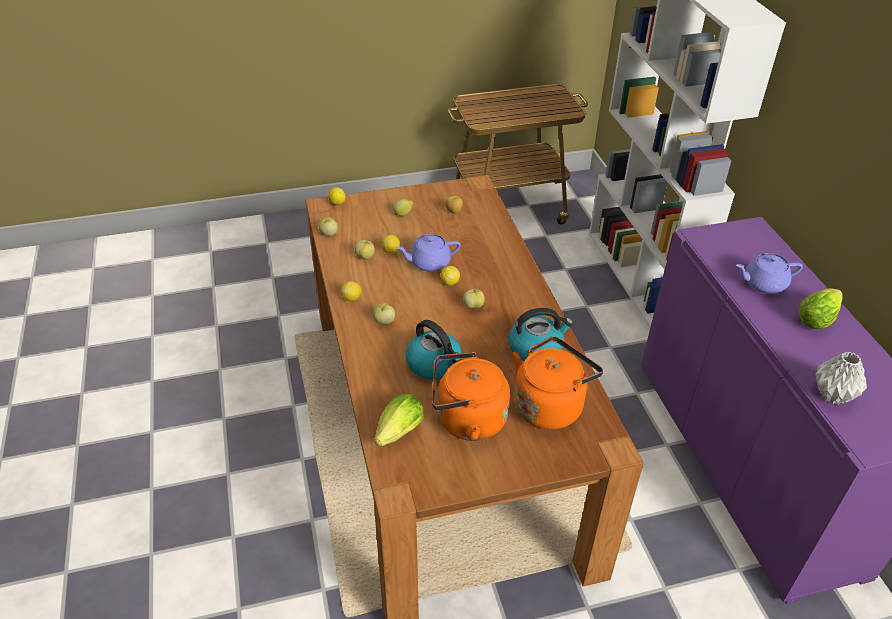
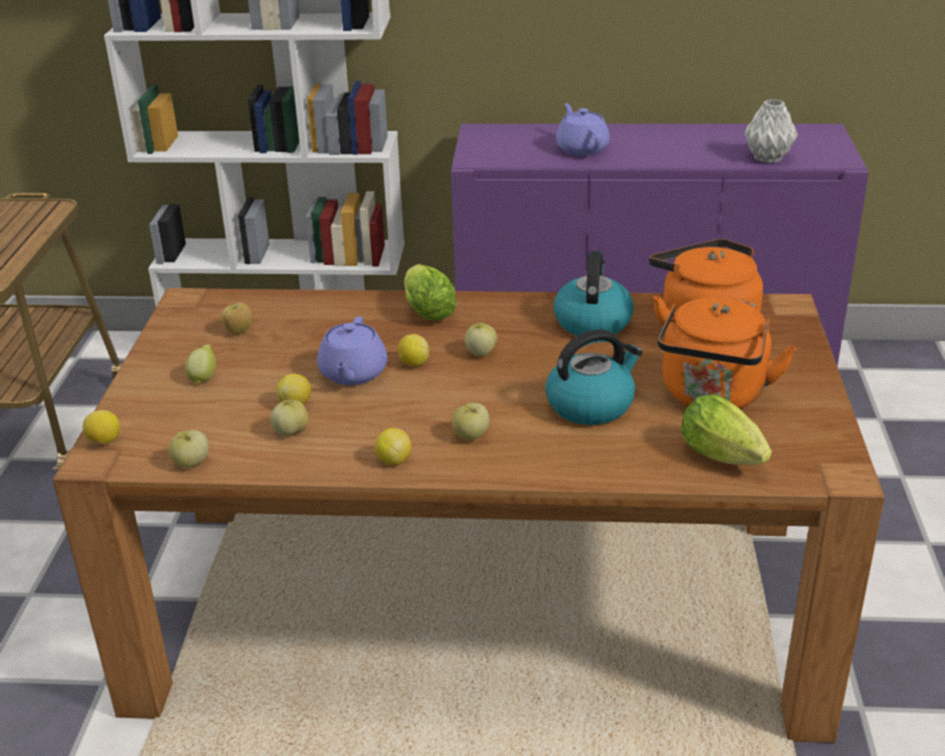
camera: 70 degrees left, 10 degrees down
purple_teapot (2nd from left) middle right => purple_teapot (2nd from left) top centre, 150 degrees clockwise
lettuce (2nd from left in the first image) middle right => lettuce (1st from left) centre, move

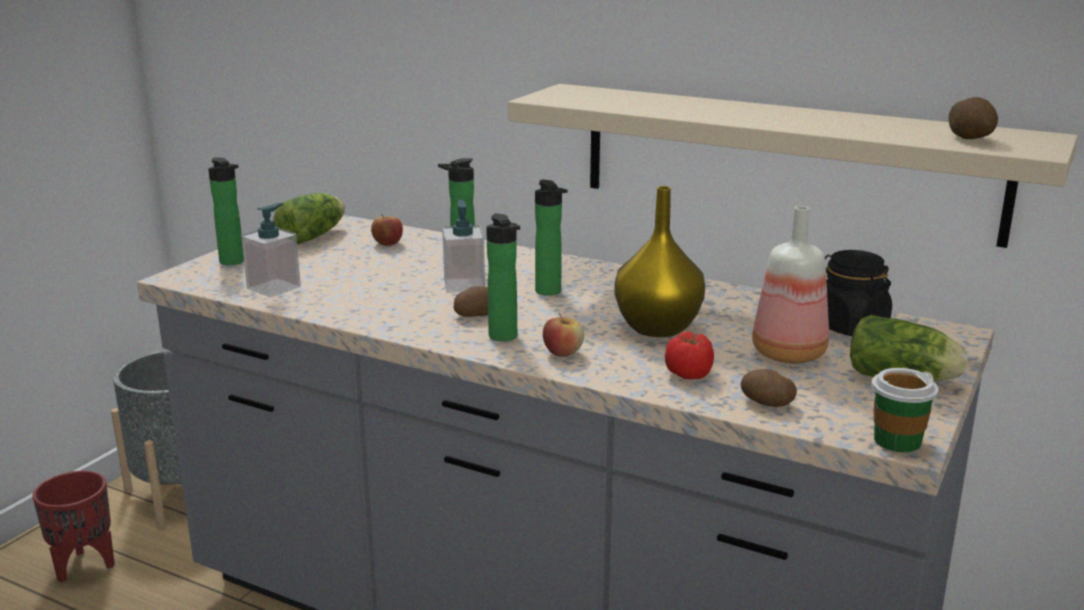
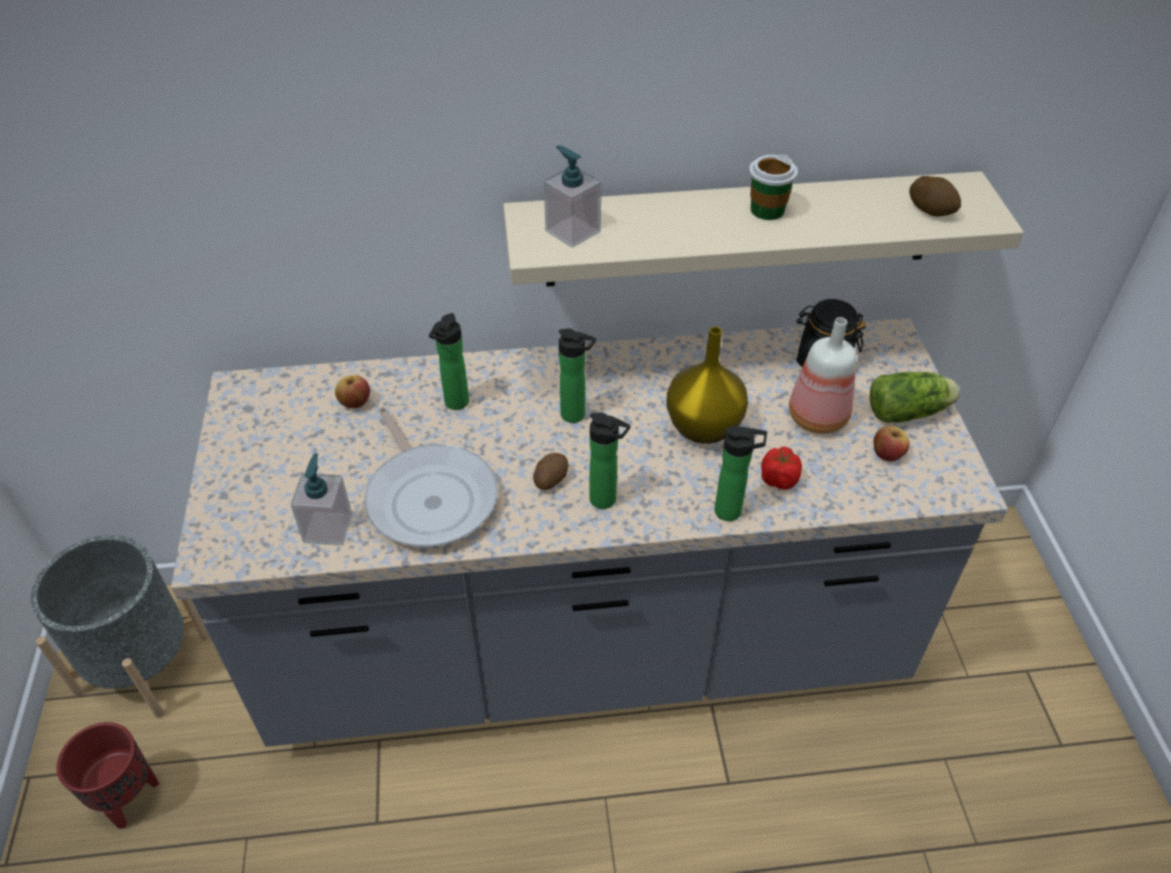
camera: 35 degrees left, 25 degrees up
bottle (1st from left in the first image) middle left => bottle (4th from left) centre, move
lettuce (1st from left) middle left => nothing
soap_dispenser (2nd from left) centre => soap_dispenser (2nd from left) top centre, move
apple (2nd from left) centre => apple (2nd from left) middle right, move
cup bottom right => cup top centre, move
potato (2nd from left) middle right => nothing
nothing => frying_pan centre

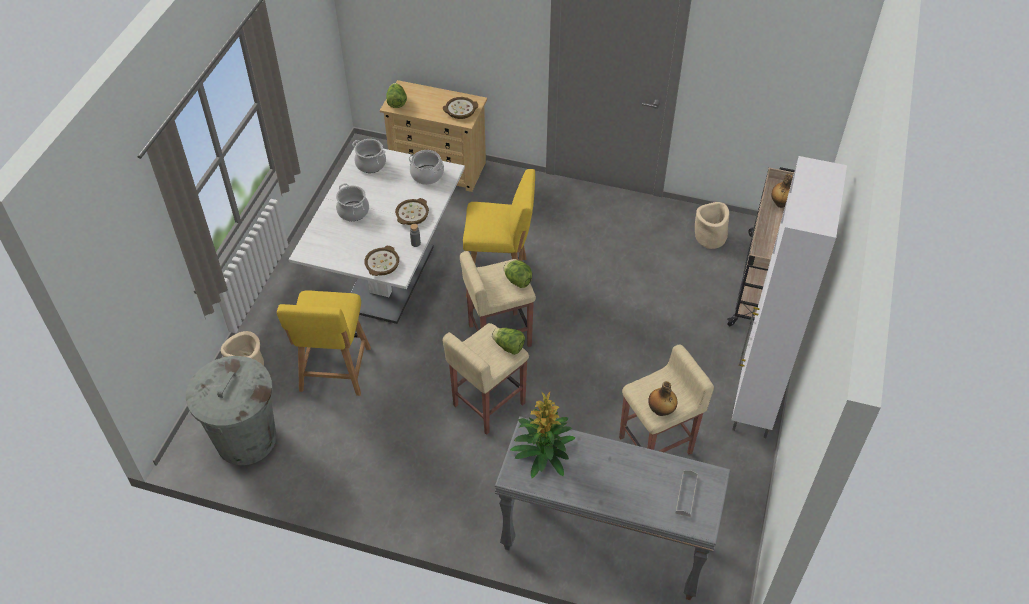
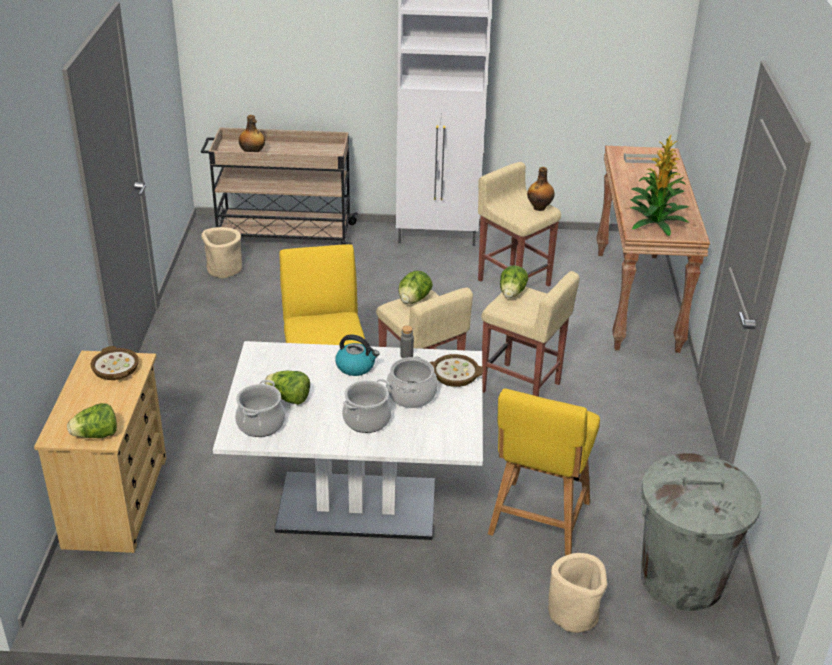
camera: 105 degrees left, 15 degrees down
cooking_pot (3rd from left) top centre => cooking_pot (3rd from left) centre, move
bowl (2nd from left) centre => kettle centre
yellow_chair (1st from left in the first image) middle left => yellow_chair (2nd from left) bottom centre, 120 degrees clockwise
grey_console_table bottom centre => brown_console_table middle right
nothing => lettuce (2nd from left) centre

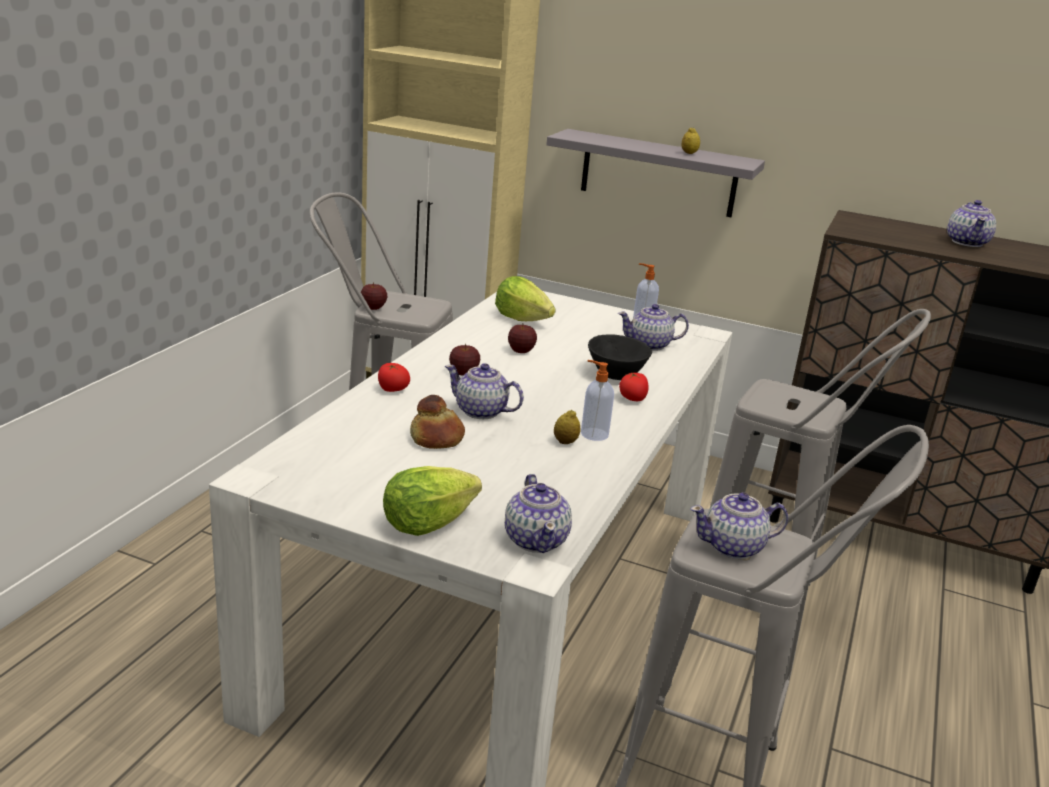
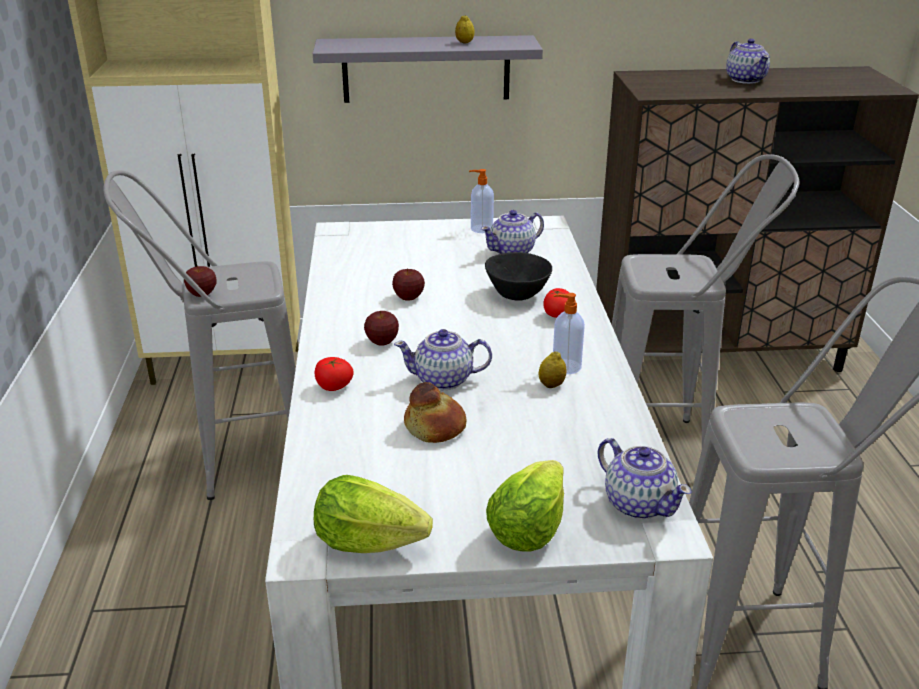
camera: 25 degrees left, 5 degrees up
lettuce (2nd from left in the first image) centre => lettuce (1st from left) bottom centre, move
teapot (4th from left) bottom right => nothing

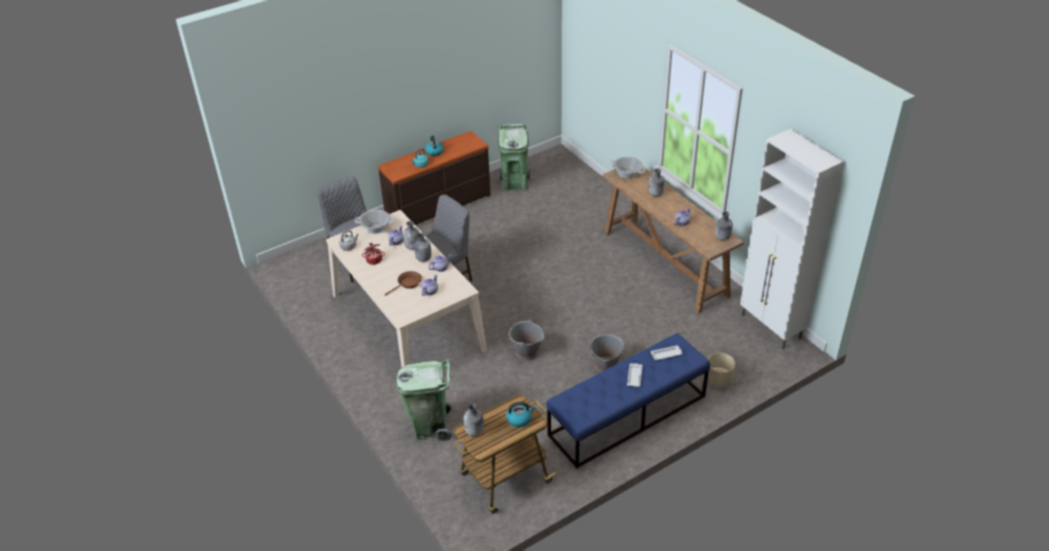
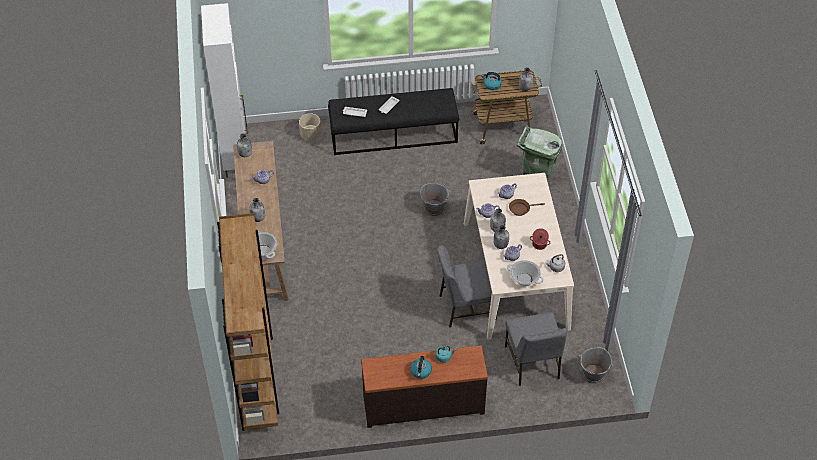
camera: 155 degrees left, 10 degrees up
green_trash_can (2nd from left) top centre => nothing
blue_bench bottom centre => black_bench top centre
grey_bucket (2nd from left) centre => grey_bucket (2nd from left) bottom right, move
nothing => brown_bookcase bottom left

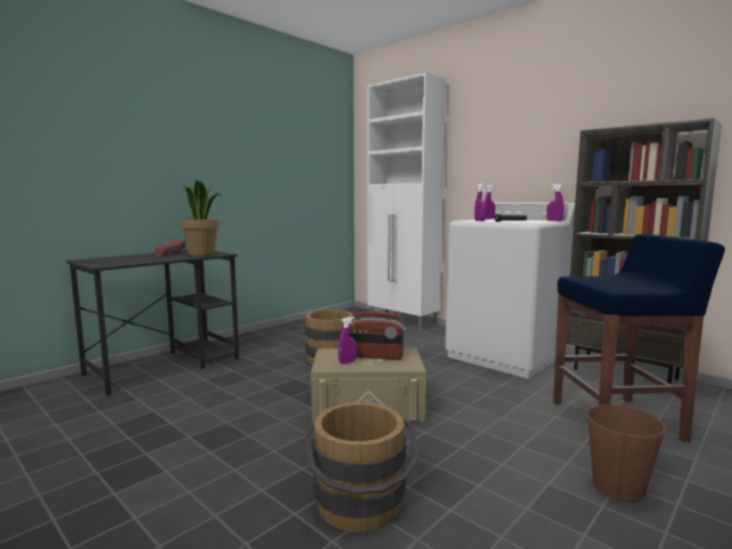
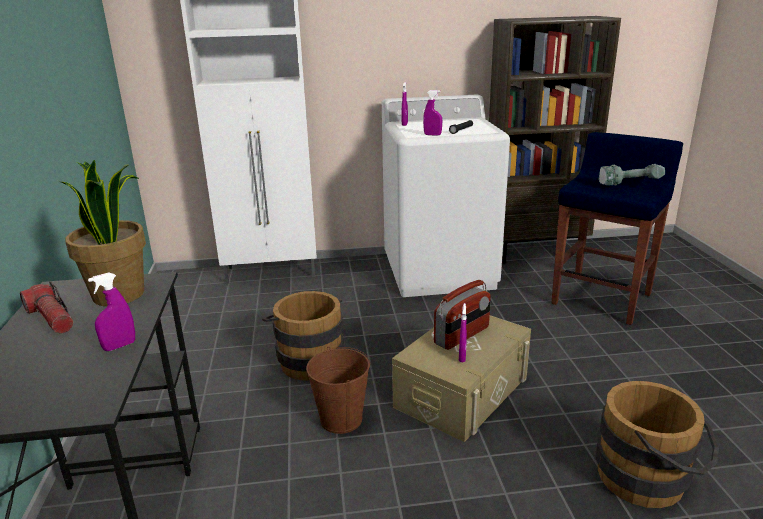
camera: 50 degrees left, 15 degrees up
purple_spray_bottle (4th from left in the first image) middle right => purple_spray_bottle (1st from left) middle left, move
brown_bucket (3rd from left in the first image) bottom right => brown_bucket (2nd from left) bottom centre, move
nothing => power_drill middle right

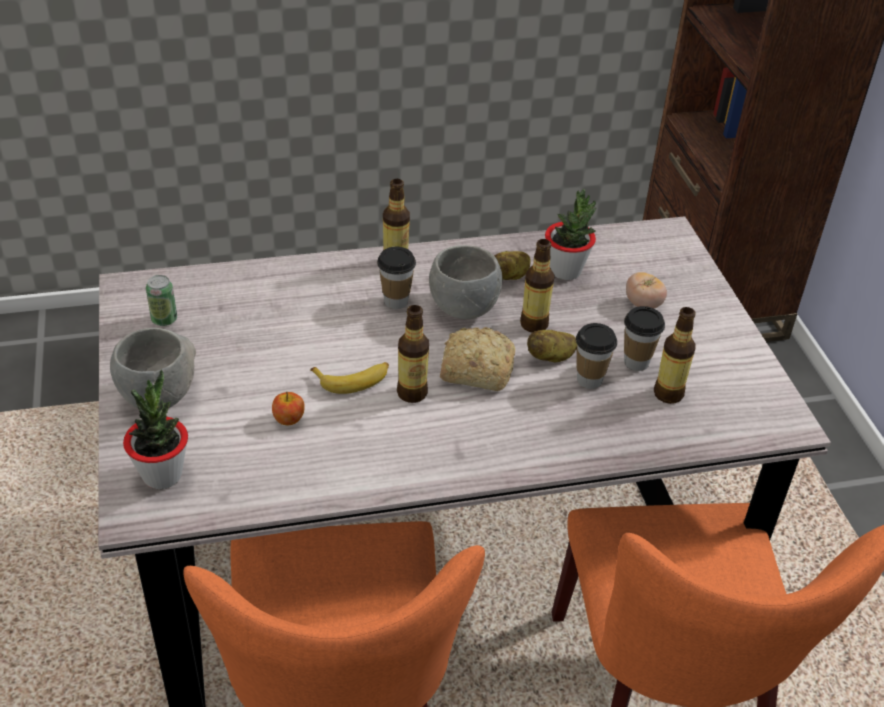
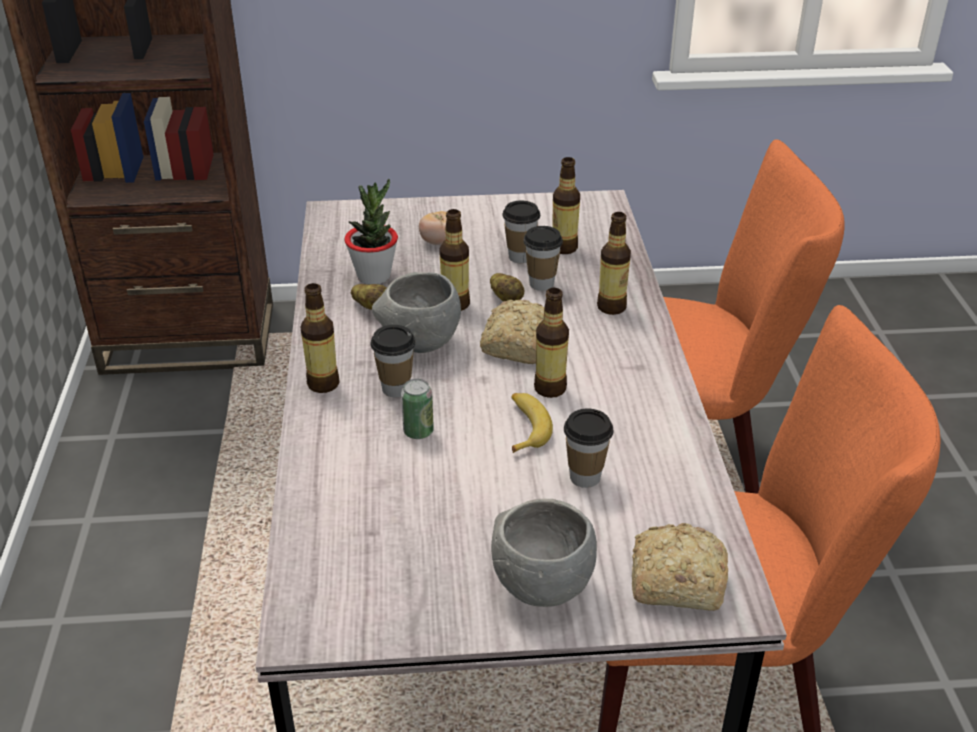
camera: 80 degrees left, 5 degrees down
can middle left => can centre, move
potted_plant (1st from left) middle left => bread (2nd from left) bottom right
apple middle left => cup (4th from left) centre
nothing => bottle (5th from left) centre

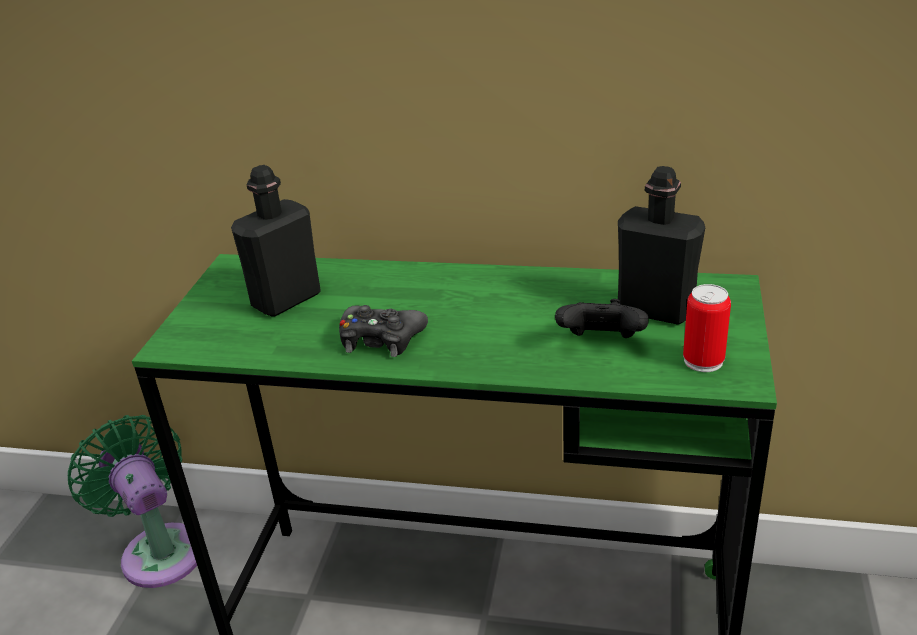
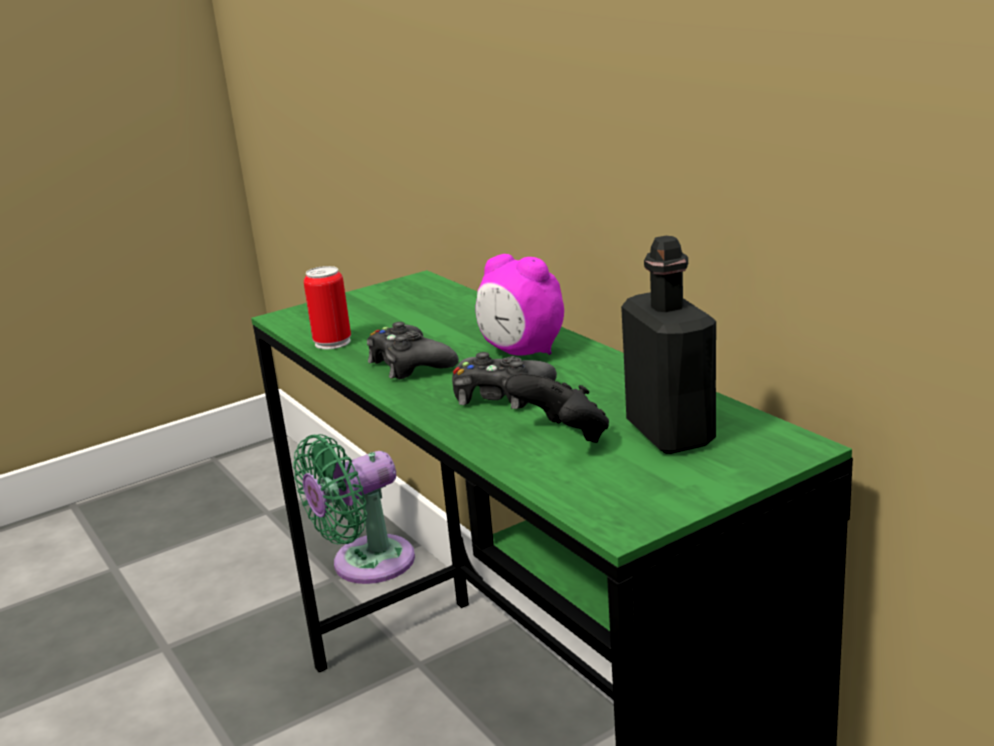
camera: 45 degrees right, 10 degrees down
black_bottle (1st from left) middle left => nothing
can middle right => can middle left, move
green_fan bottom left => green_fan bottom centre, 135 degrees counterclockwise
nothing => alarm_clock centre
nothing => black_game_controller (2nd from left) centre

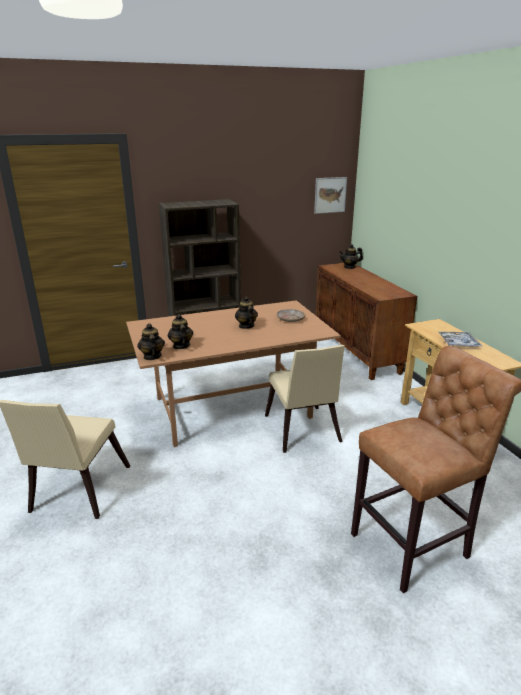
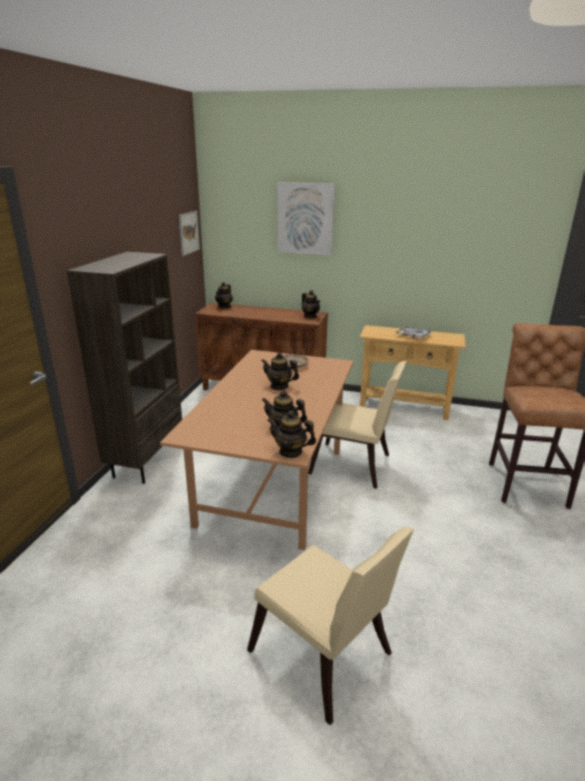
camera: 55 degrees left, 0 degrees up
nothing => picture (2nd from left) top centre
nothing => teapot (5th from left) centre

